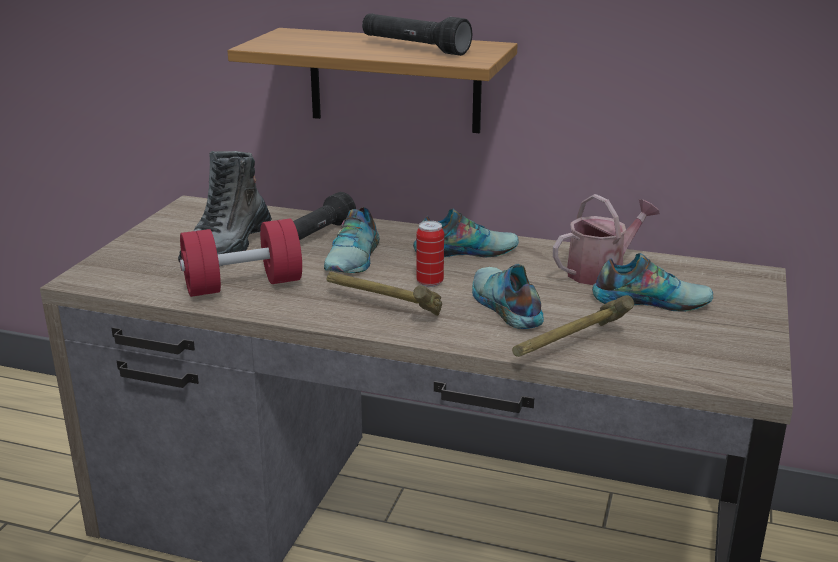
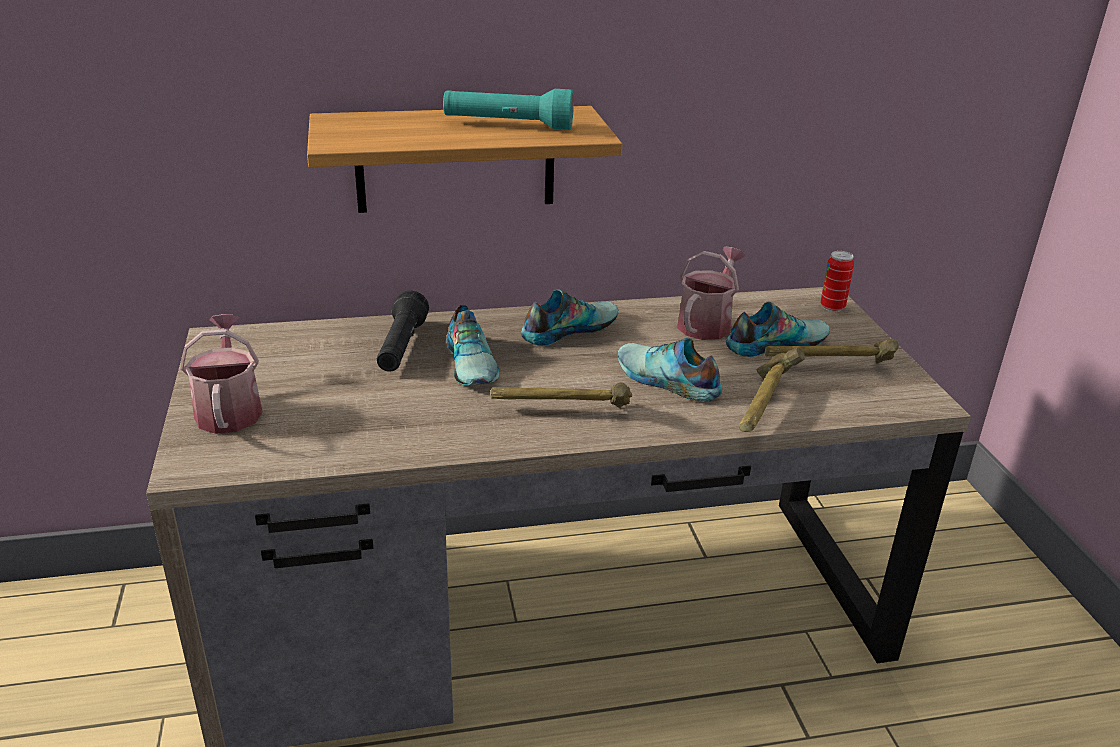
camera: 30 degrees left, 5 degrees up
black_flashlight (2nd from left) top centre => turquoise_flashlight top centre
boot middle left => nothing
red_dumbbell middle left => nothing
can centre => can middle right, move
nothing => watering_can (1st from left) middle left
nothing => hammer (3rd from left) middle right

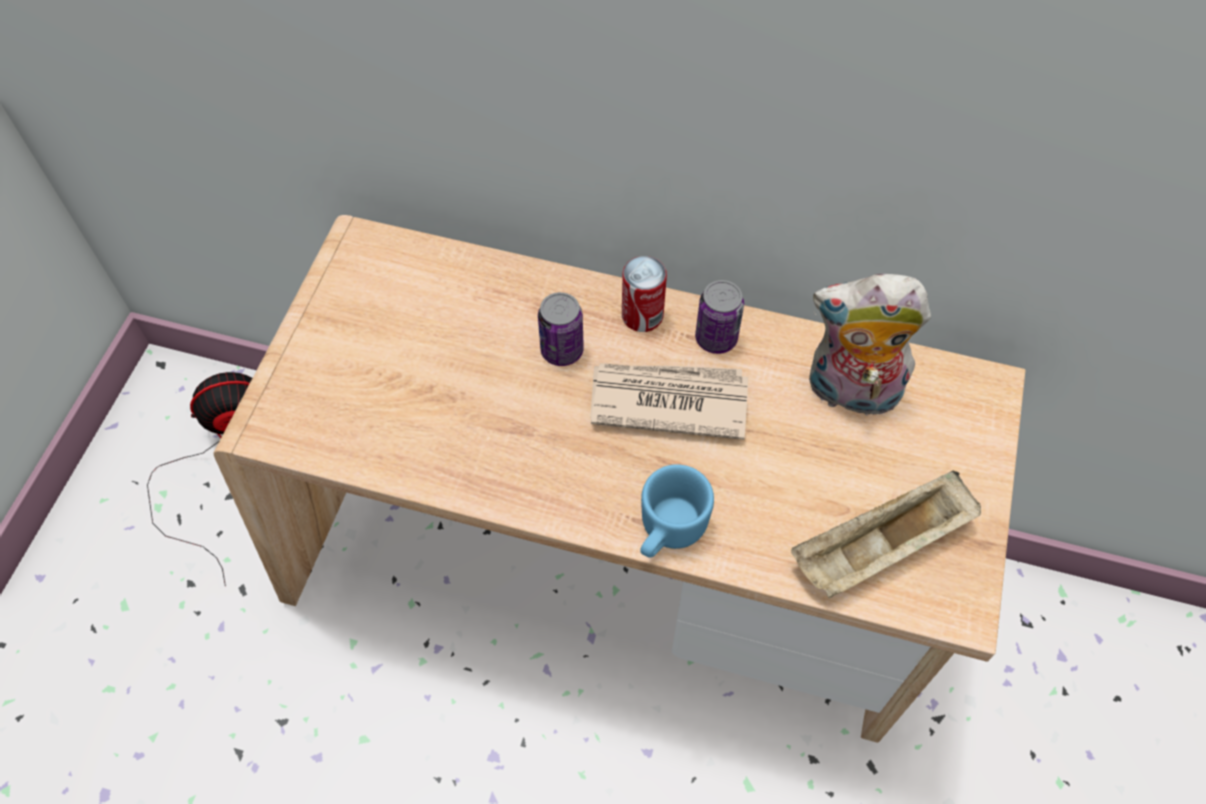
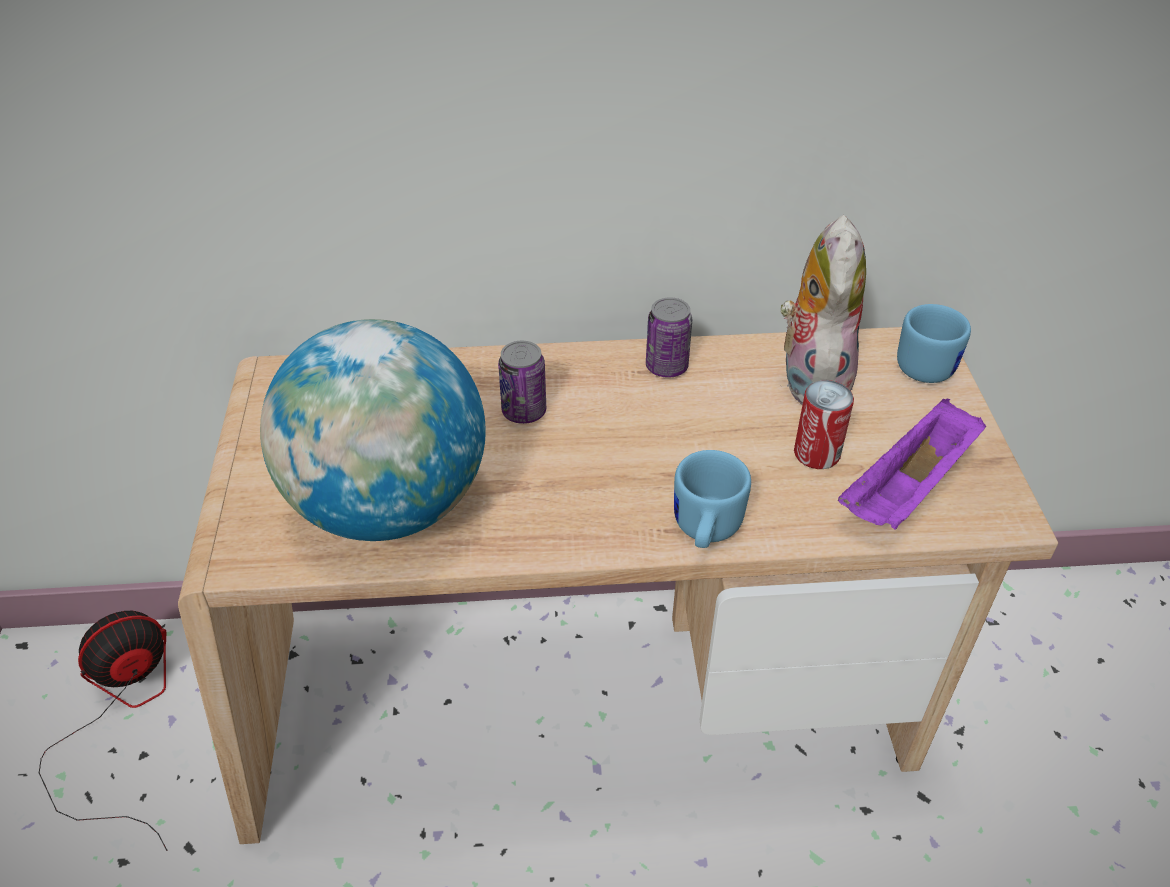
camera: 20 degrees left, 15 degrees down
can (2nd from left in the first image) centre => can (3rd from left) middle right, move
plush_toy middle right, 105 degrees clockwise
newspaper centre => nothing
beige_tray middle right => purple_tray middle right
nothing => blue_mug (2nd from left) middle right
nothing => globe middle left

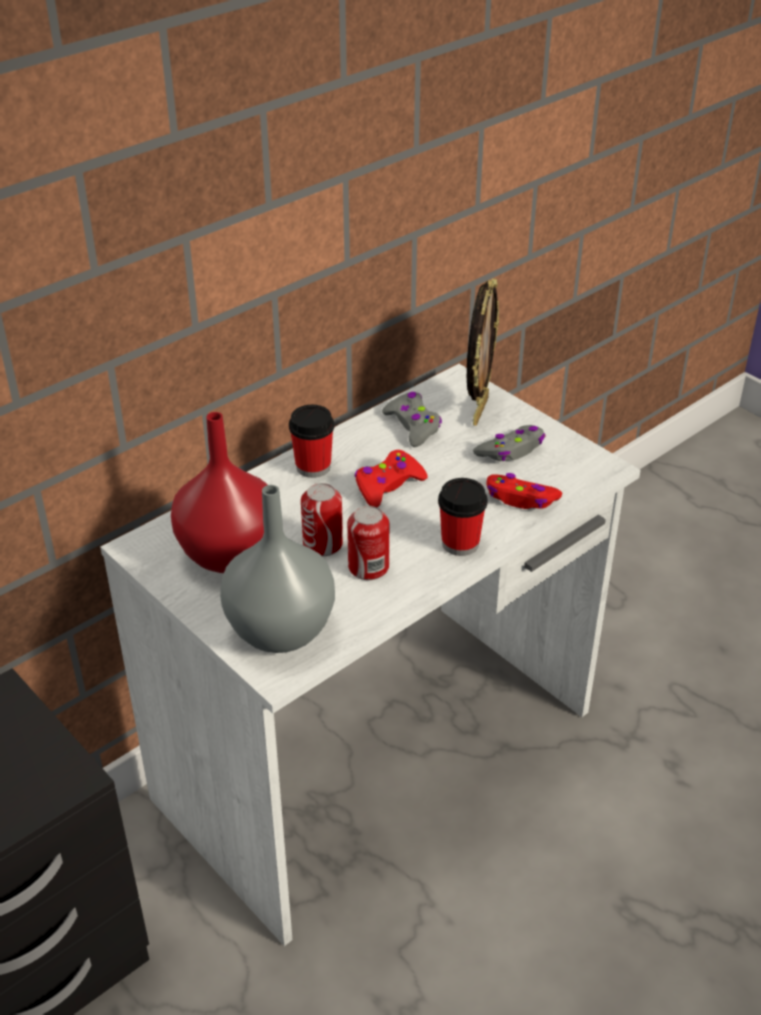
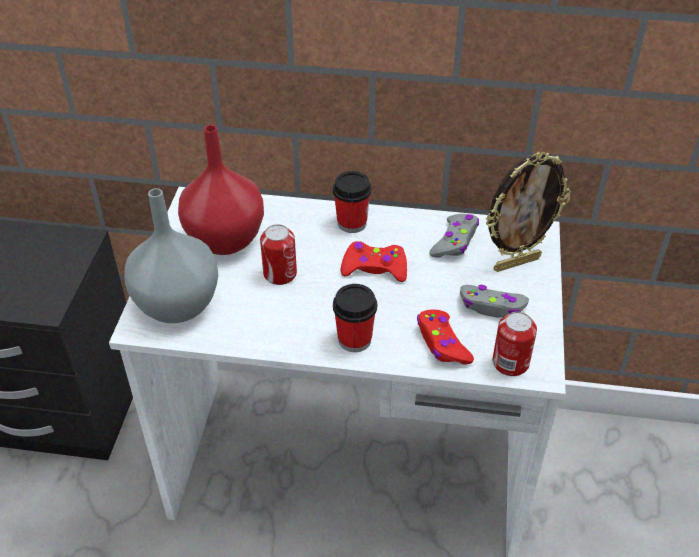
camera: 50 degrees right, 5 degrees up
can (2nd from left) centre => can (2nd from left) middle right, move

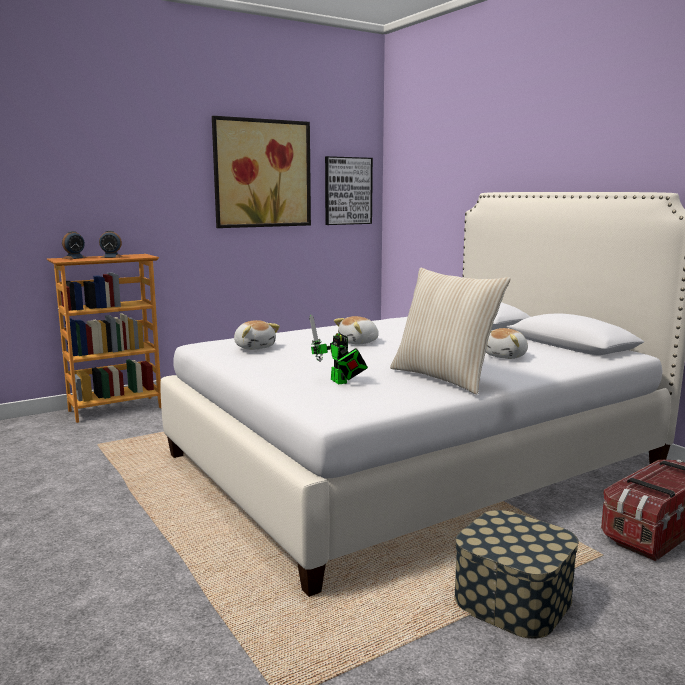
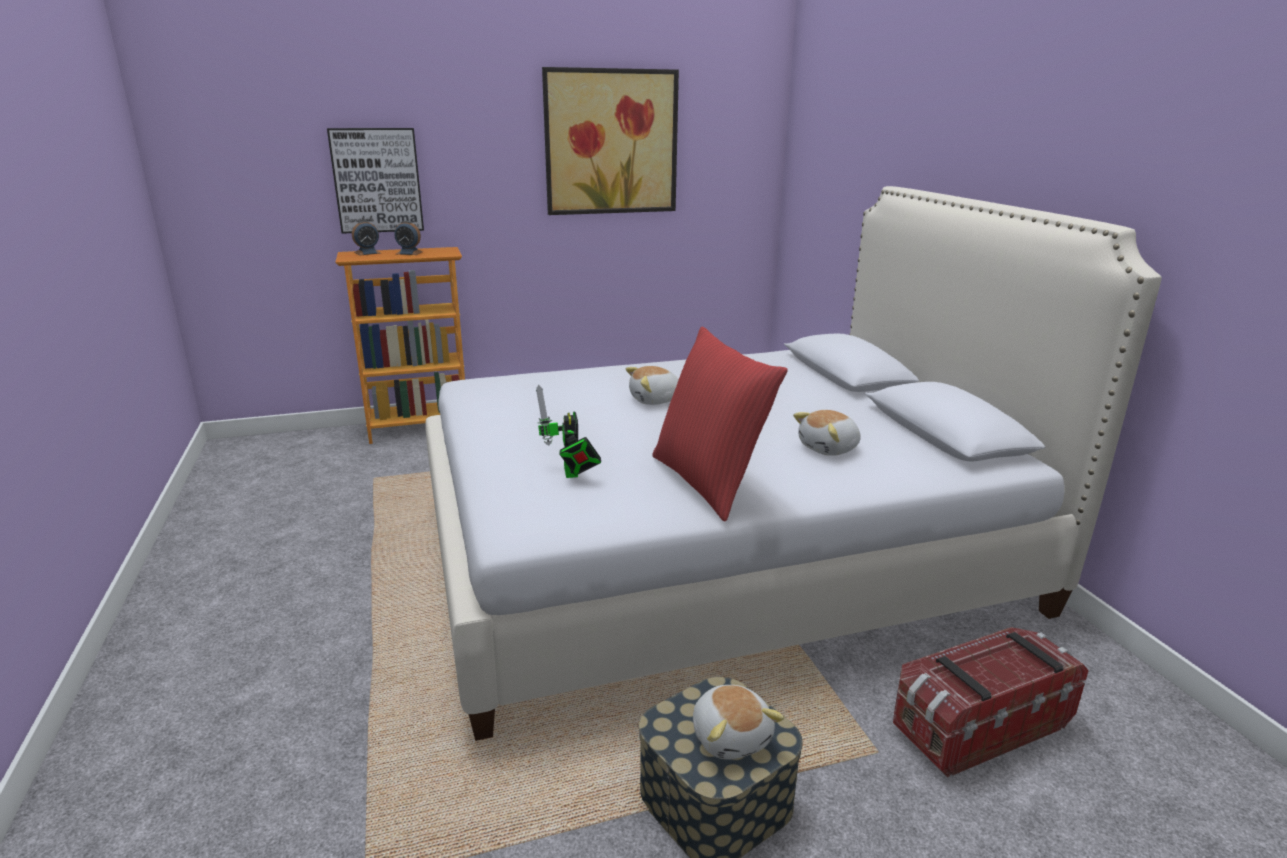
camera: 15 degrees right, 10 degrees up
picture (2nd from left in the first image) top centre => picture (1st from left) top left, move
beige_pillow centre => red_pillow centre
plush_toy (1st from left in the first image) centre => plush_toy (2nd from left) bottom centre, move

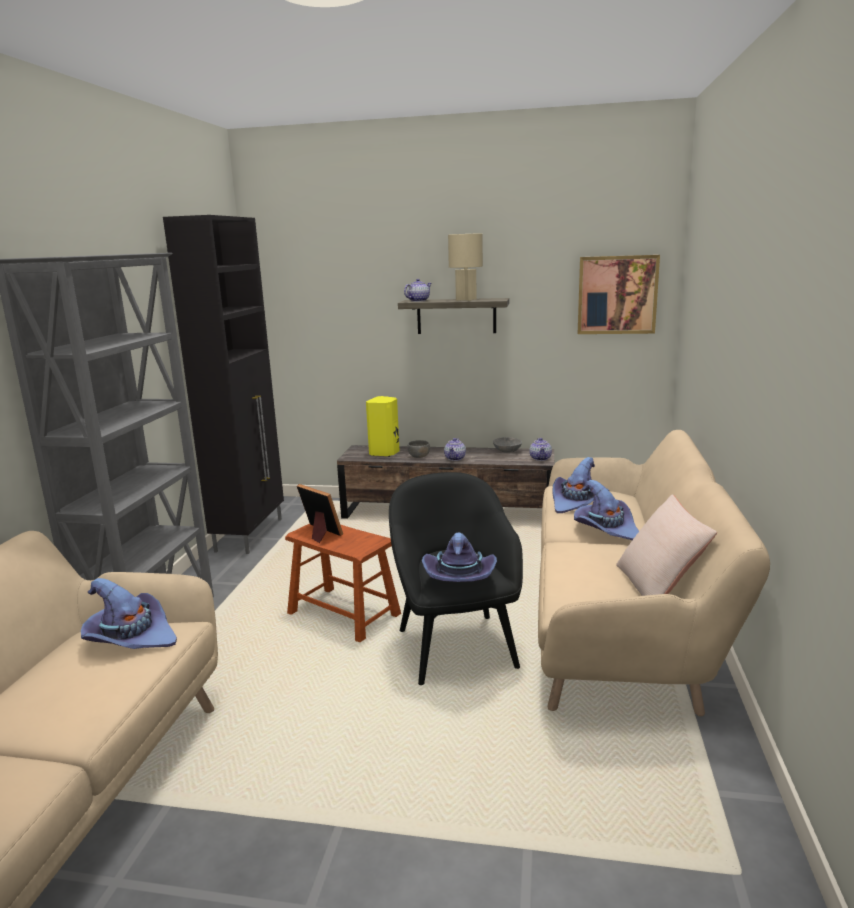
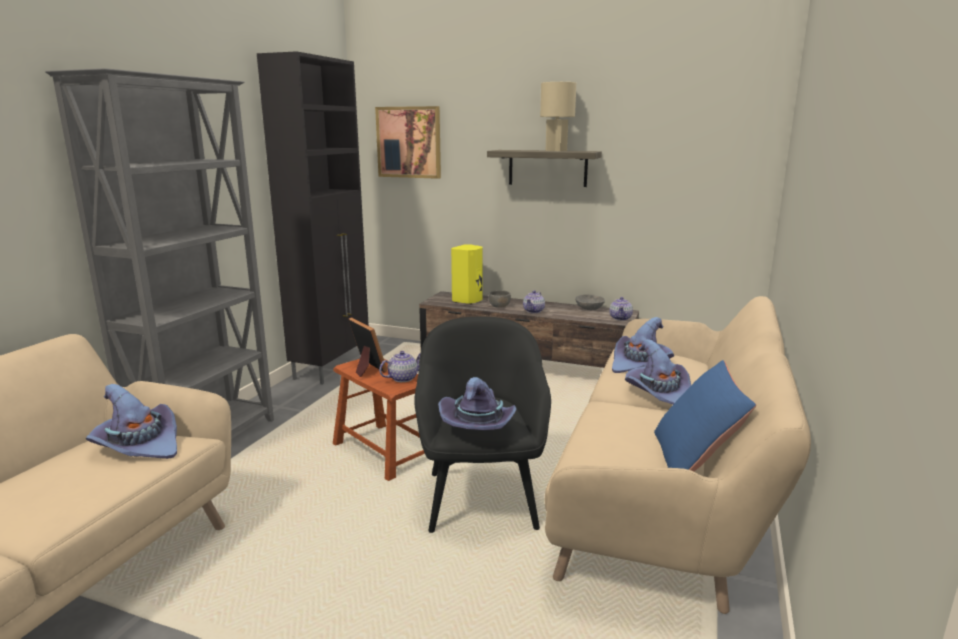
camera: 10 degrees right, 0 degrees up
picture top right => picture top centre, move
teapot (1st from left) top centre => teapot (1st from left) centre, move
beige_pillow middle right => blue_pillow middle right

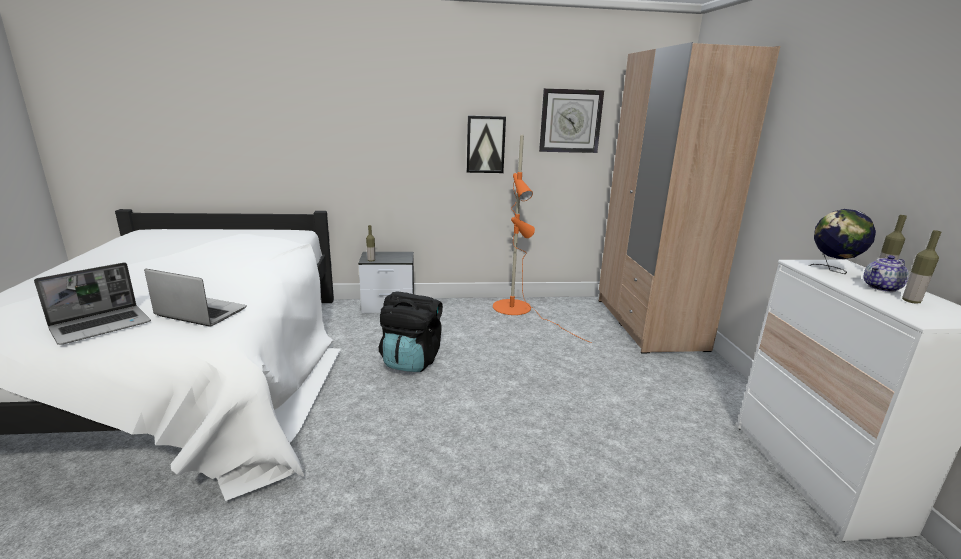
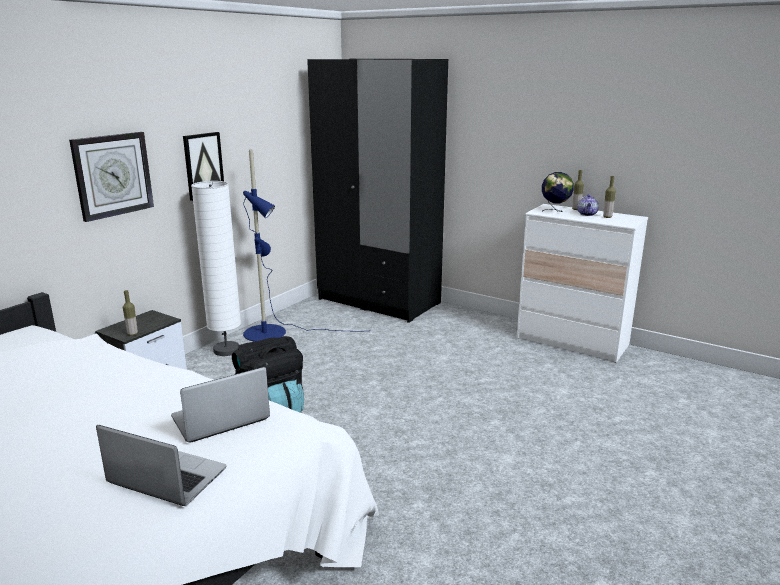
camera: 50 degrees left, 0 degrees up
beige_wardrobe middle right => black_wardrobe top centre
wall_clock top centre => wall_clock top left, move
orange_floor_lamp centre => blue_floor_lamp centre
laptop (1st from left) middle left => laptop (1st from left) bottom left, 60 degrees counterclockwise
nothing => white_floor_lamp middle left

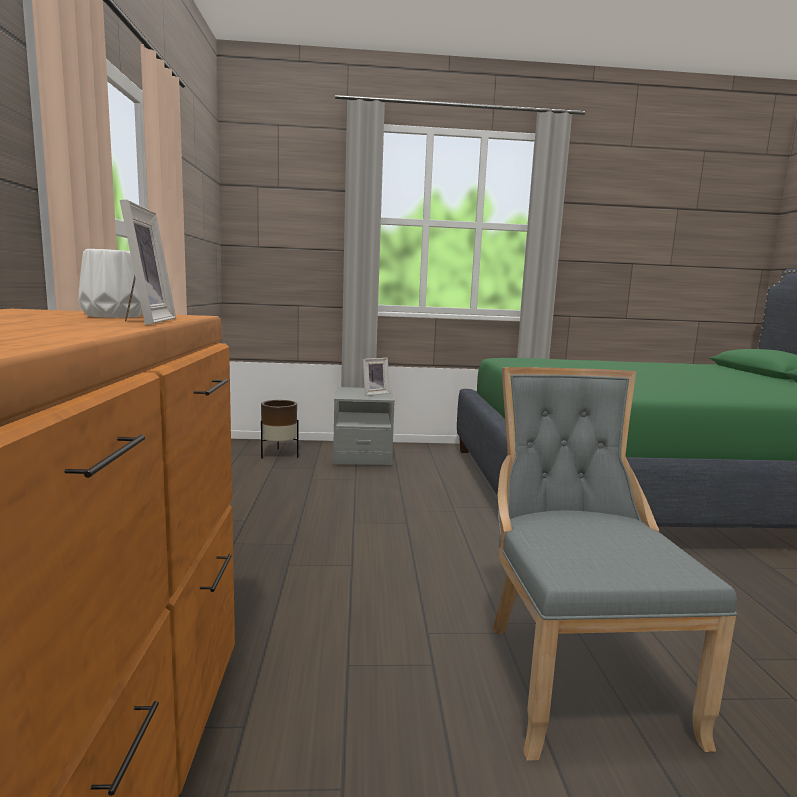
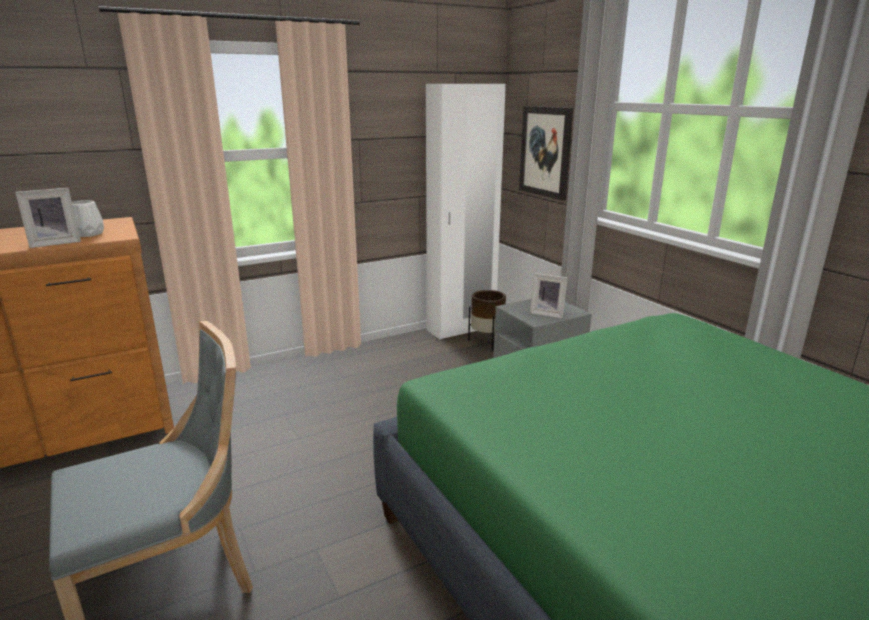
camera: 65 degrees right, 10 degrees up
nothing => white_wardrobe centre
nothing => picture top centre

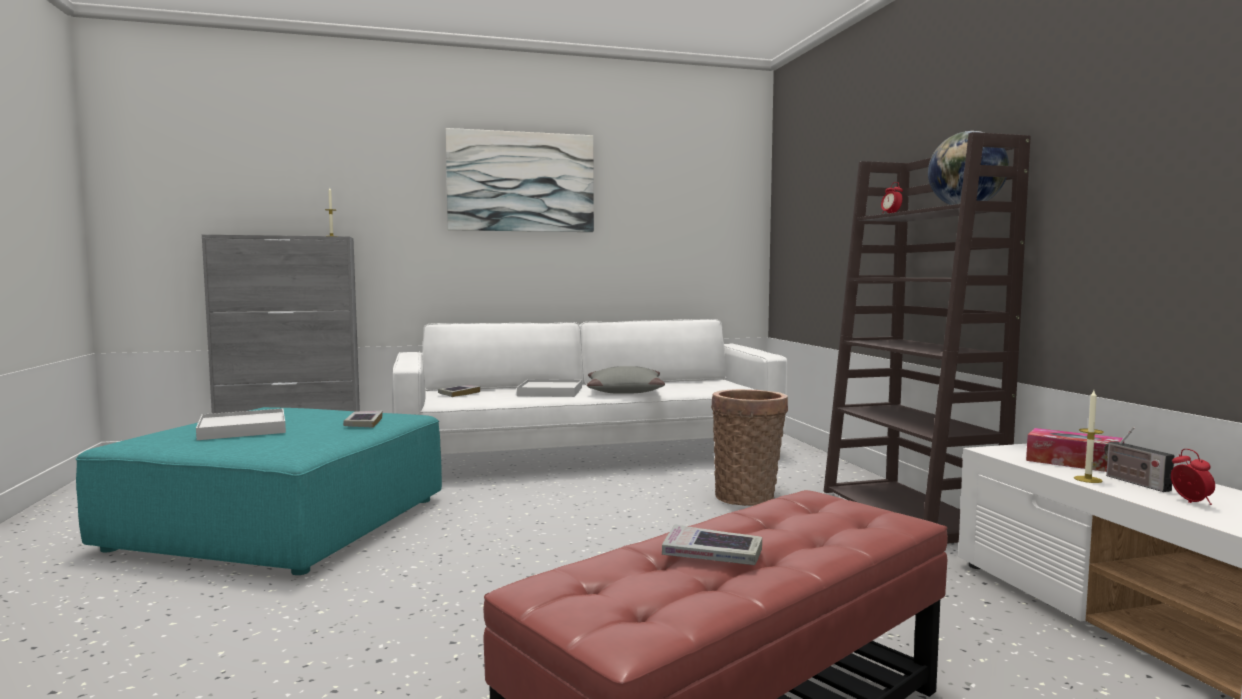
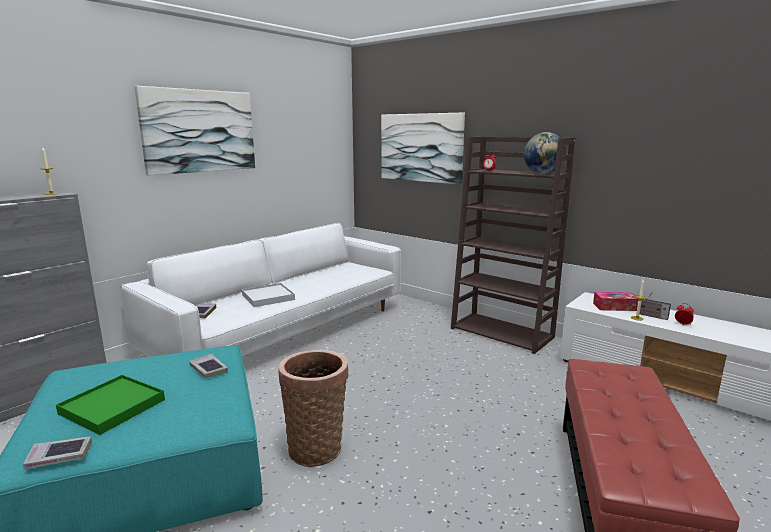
camera: 35 degrees left, 10 degrees up
grey_pillow centre => nothing
basket centre => basket bottom centre, move
white_tray (1st from left) middle left => green_tray bottom left
book (3rd from left in the first image) bottom centre => book (1st from left) bottom left, move
nothing => picture (2nd from left) top centre

